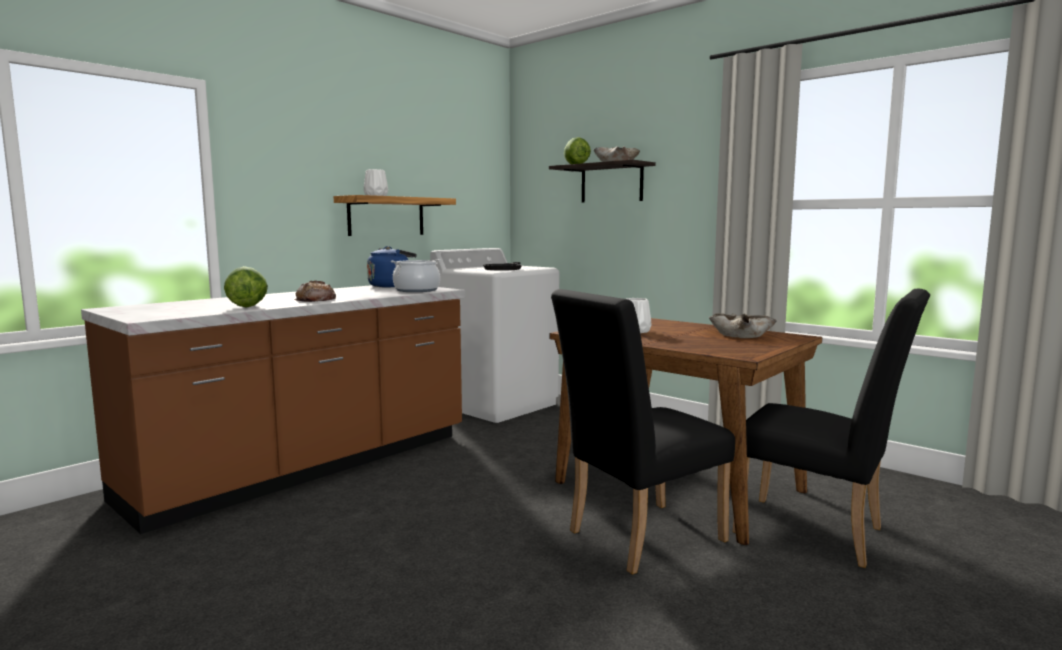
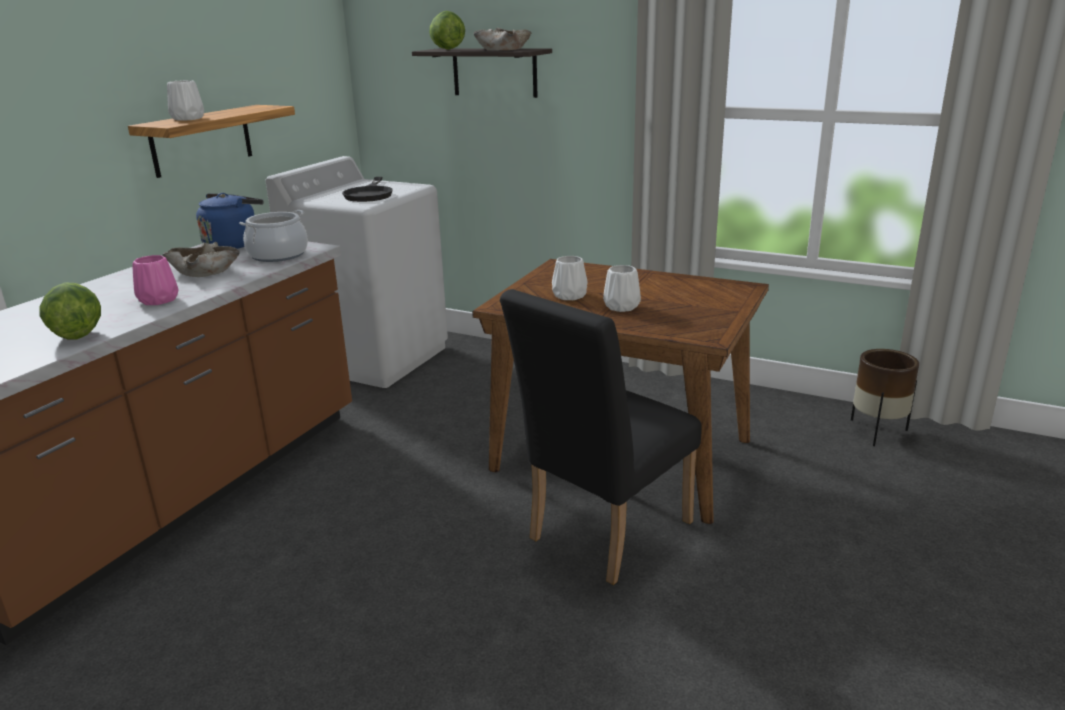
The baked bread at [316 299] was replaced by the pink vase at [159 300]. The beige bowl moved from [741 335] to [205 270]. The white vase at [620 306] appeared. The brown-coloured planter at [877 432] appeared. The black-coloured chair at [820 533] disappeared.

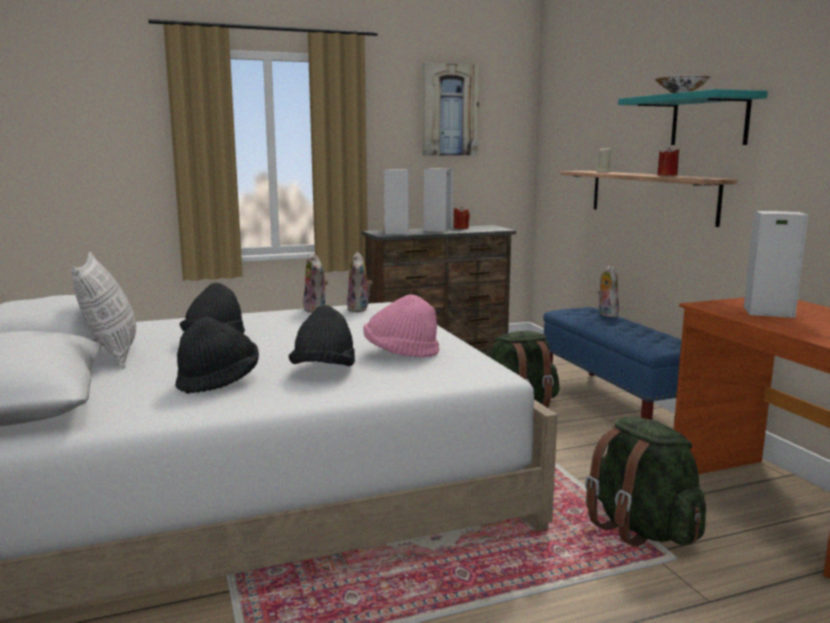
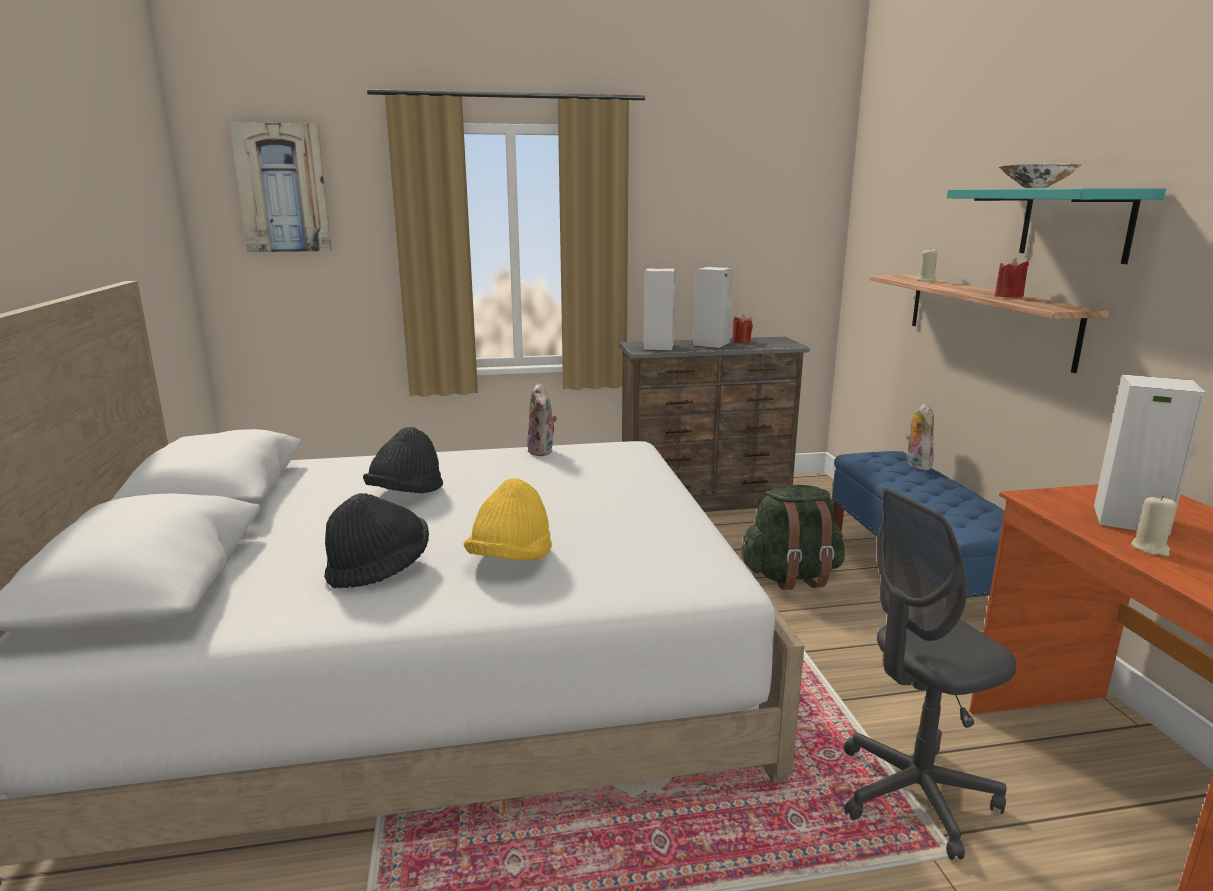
The picture moved from [449 110] to [283 188]. The black-coloured clothing hat at [324 371] became the yellow clothing hat at [511 560]. The greenish knapsack at [641 529] was replaced by the gray desk chair at [915 795]. The beige wax candle at [1150 548] appeared. The throw pillow at [112 354] disappeared. The cuddly toy at [359 309] disappeared. The pink clothing hat at [400 353] disappeared.

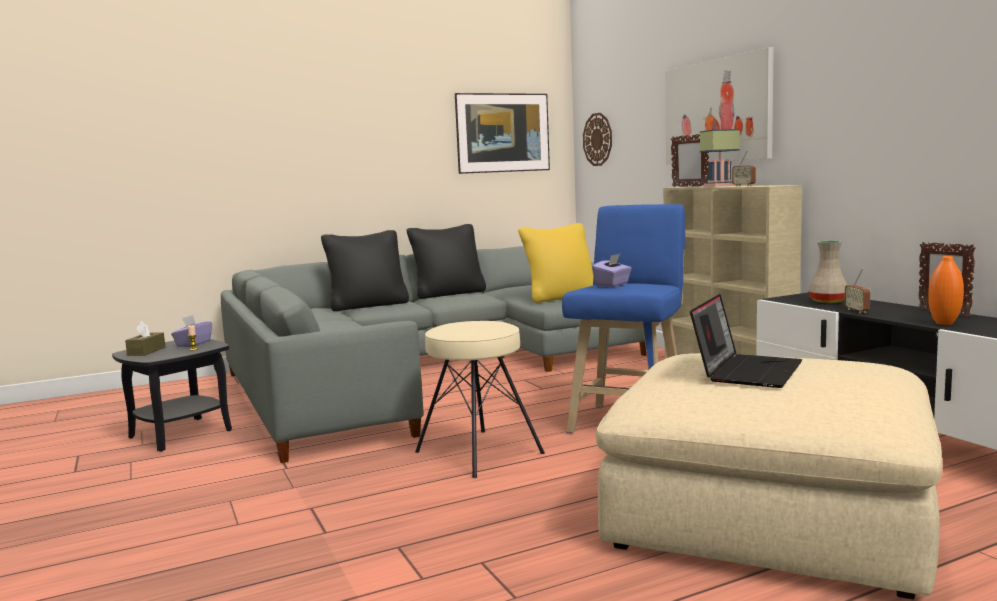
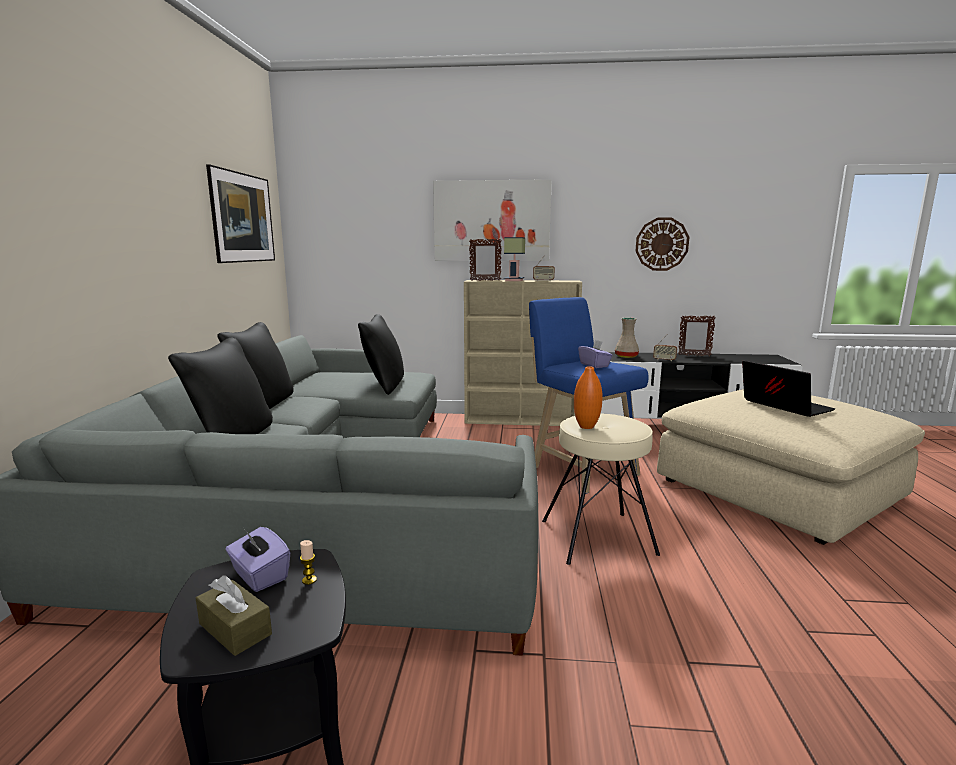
The yellow throw pillow at [560 297] became the black-coloured throw pillow at [384 385]. The orangey vase moved from [944 323] to [586 427]. The clock on the wall moved from [598 139] to [661 244].

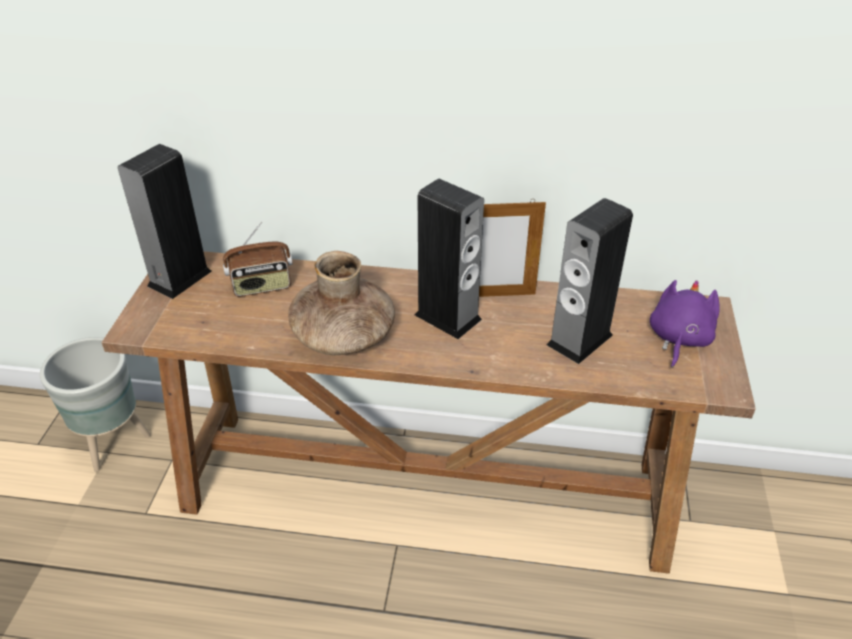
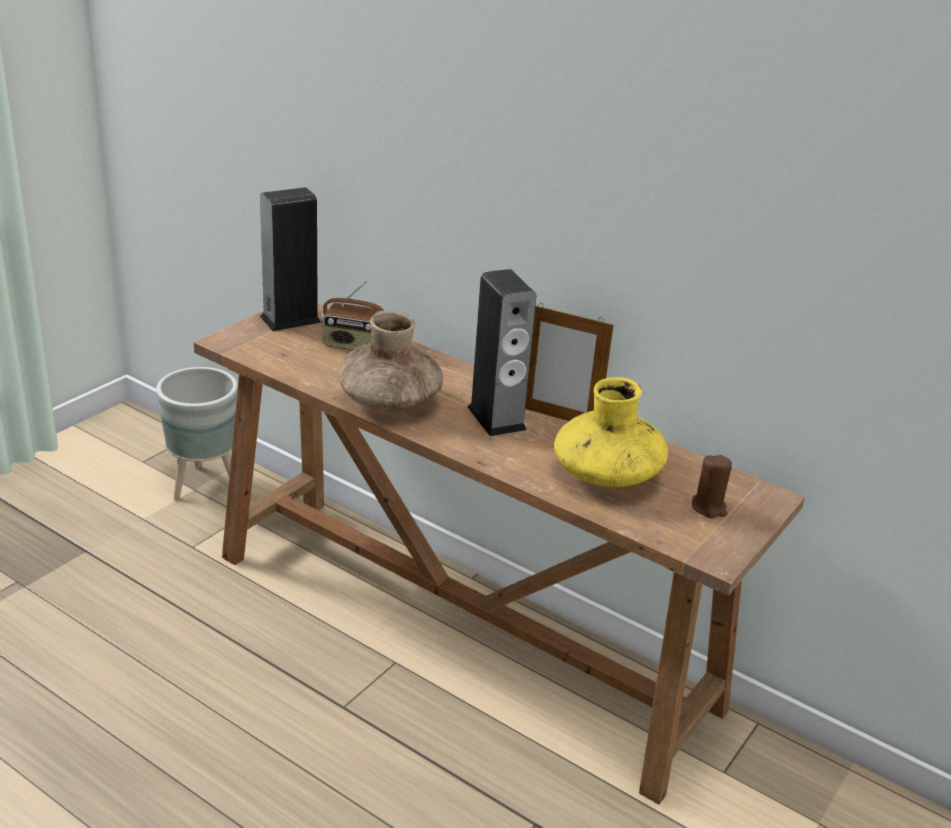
The loudspeaker at [579 340] was replaced by the yellow vase at [606 475]. The purple-coloured cuddly toy at [678 339] was replaced by the brown-coloured wax candle at [709 507].

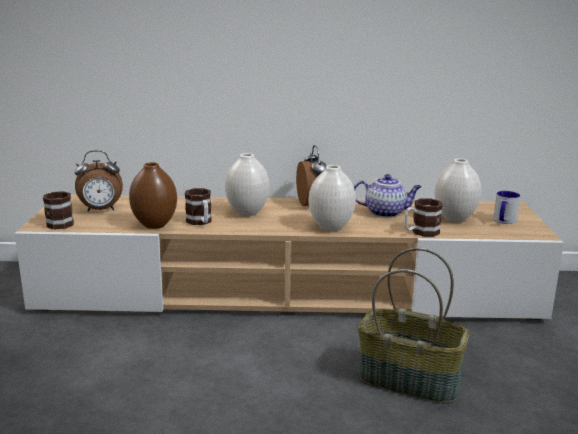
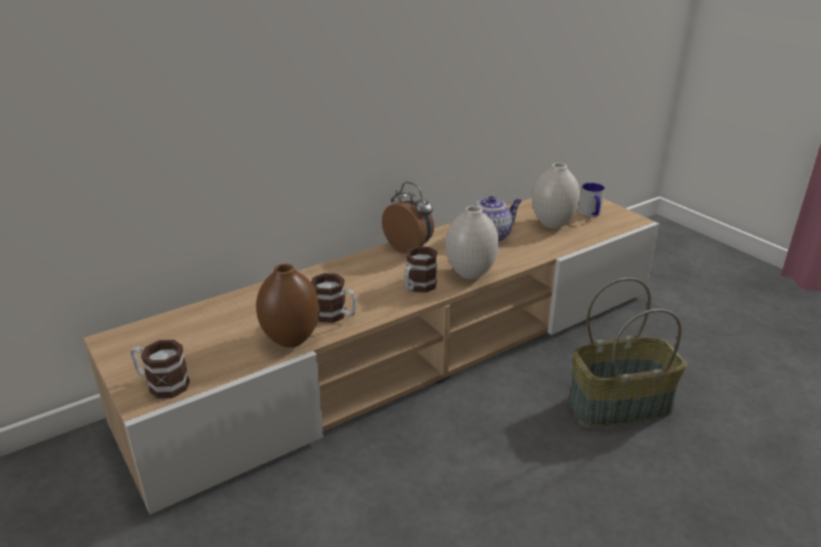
The tea mug moved from [420 232] to [417 287]. The bedside clock at [100 210] disappeared. The white vase at [247 212] disappeared.

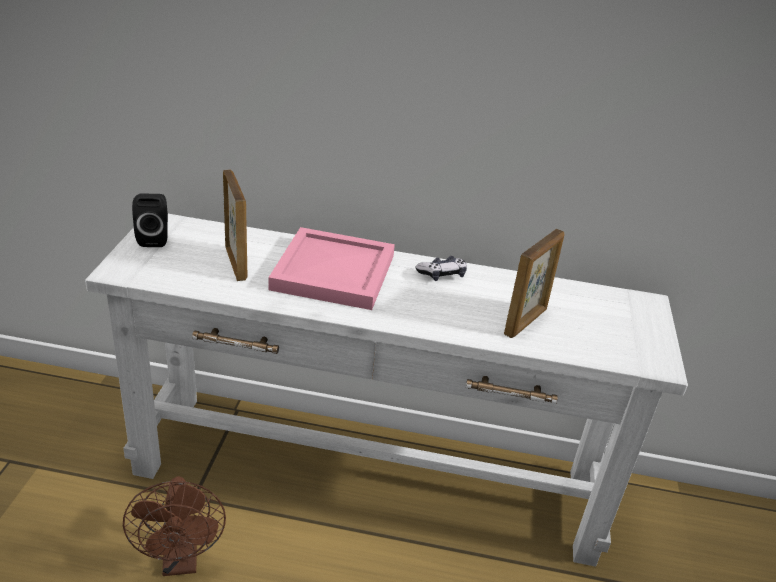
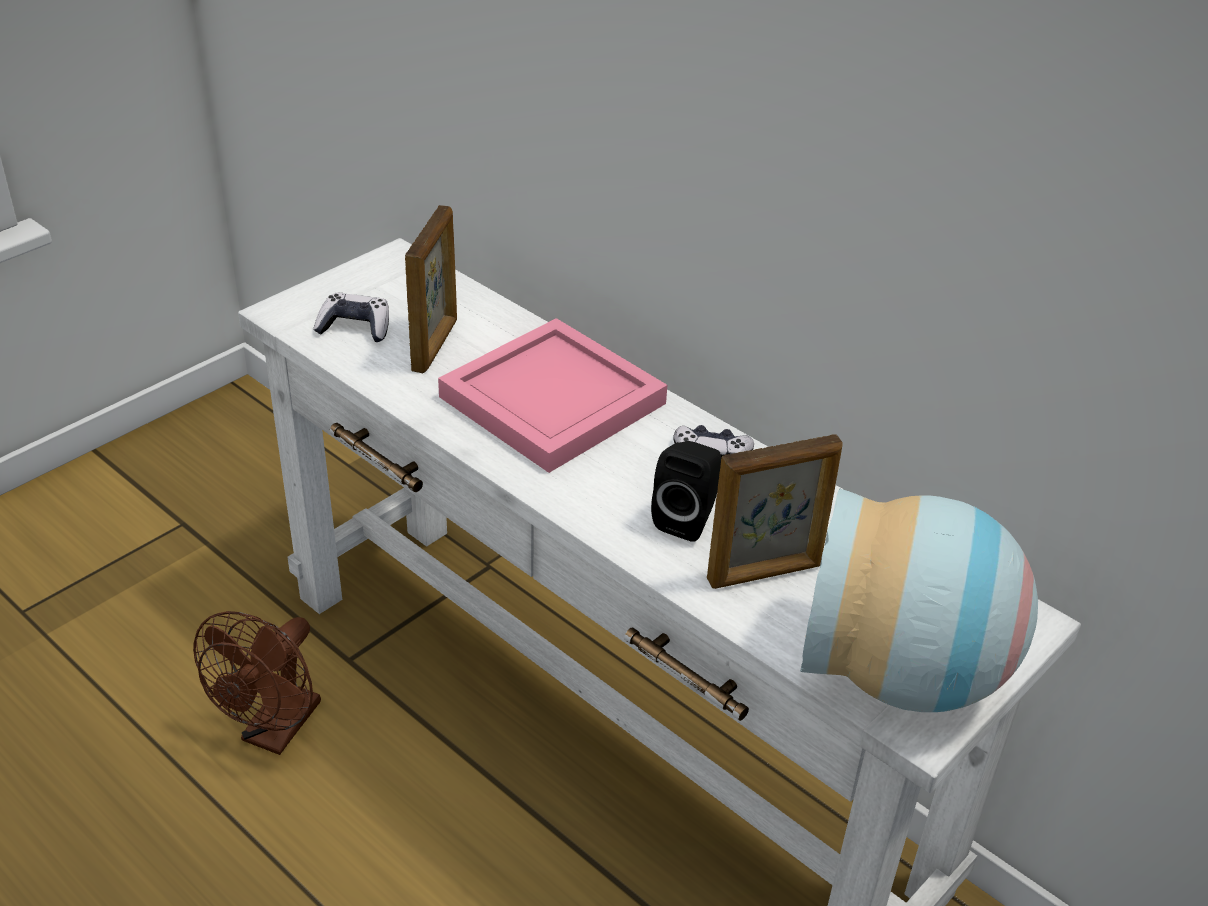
The gamepad at [355 327] appeared. The black-coloured loudspeaker moved from [154 238] to [687 519]. The vase at [903 674] appeared.

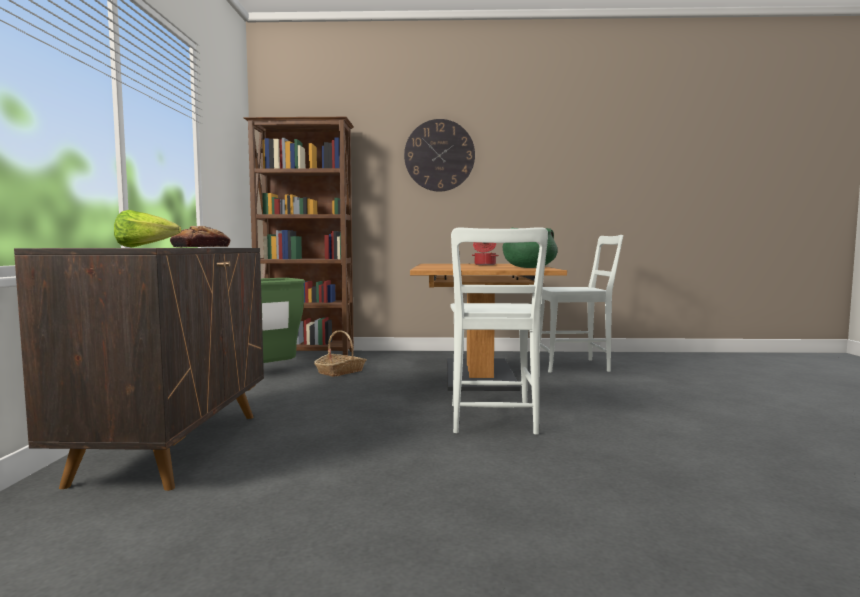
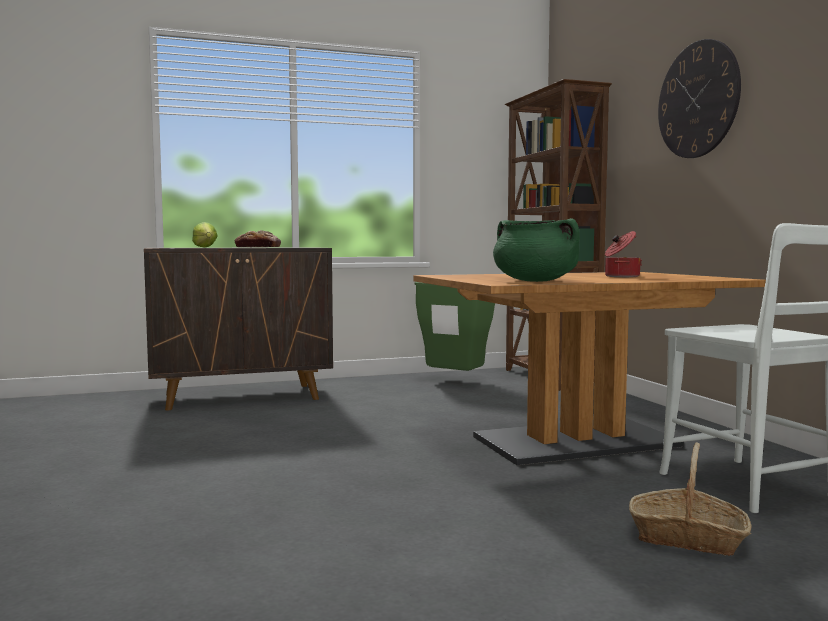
The storage basket moved from [341 371] to [687 537]. The white chair at [492 421] disappeared.

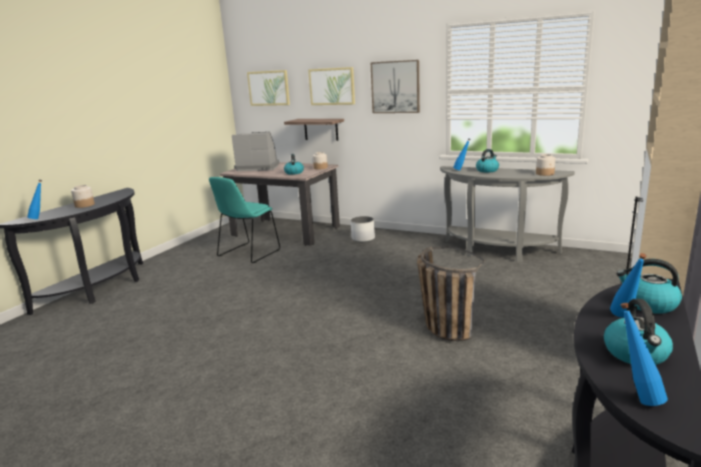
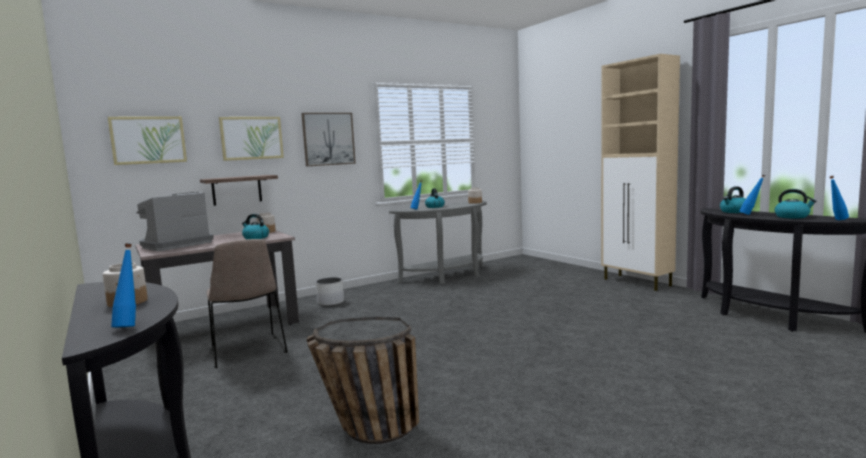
The turquoise-coloured chair at [247 254] became the beige chair at [248 352]. The storage basket moved from [441 326] to [363 431].

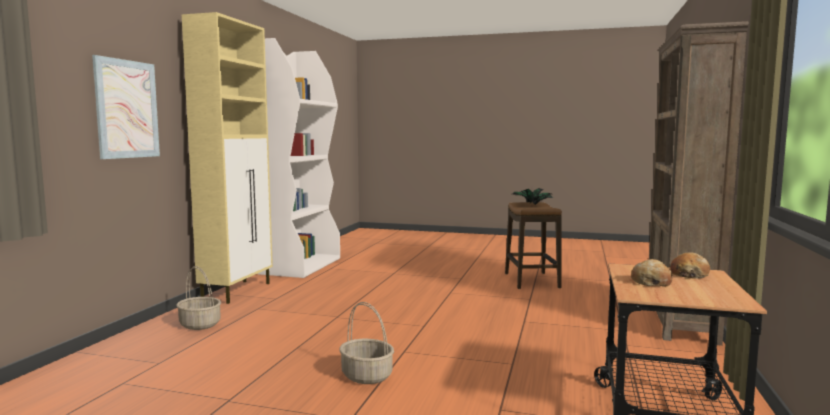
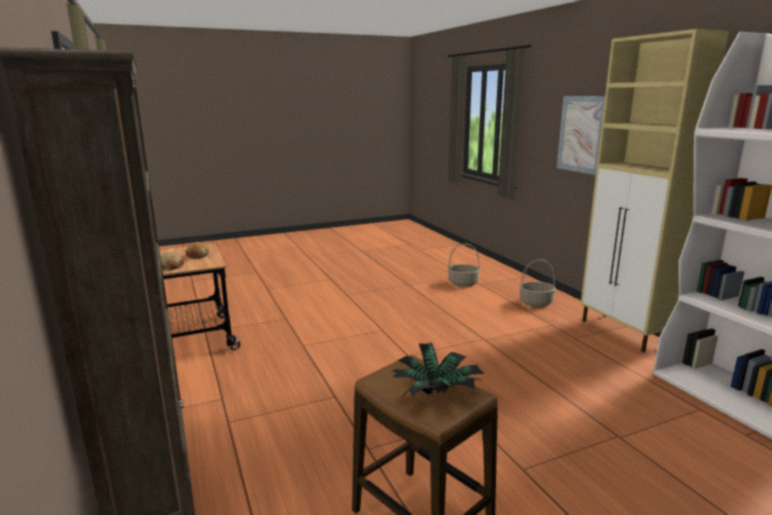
The storage basket moved from [367 376] to [463 283].

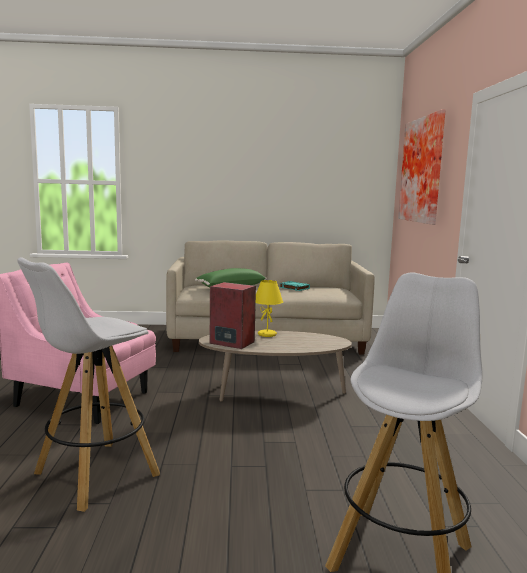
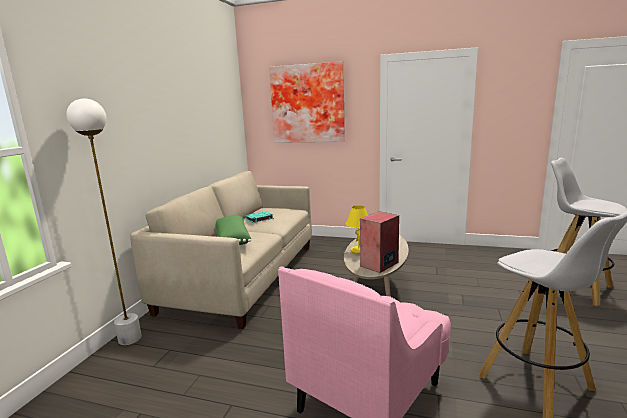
The white standing lamp at [130 338] appeared.

